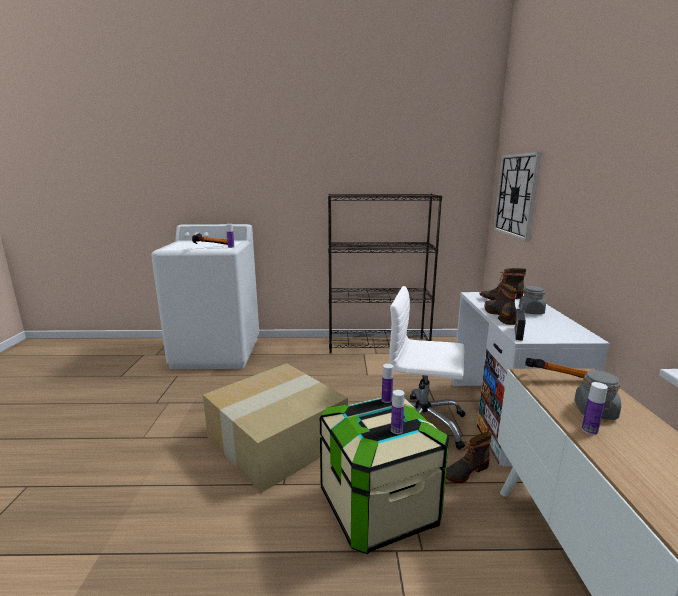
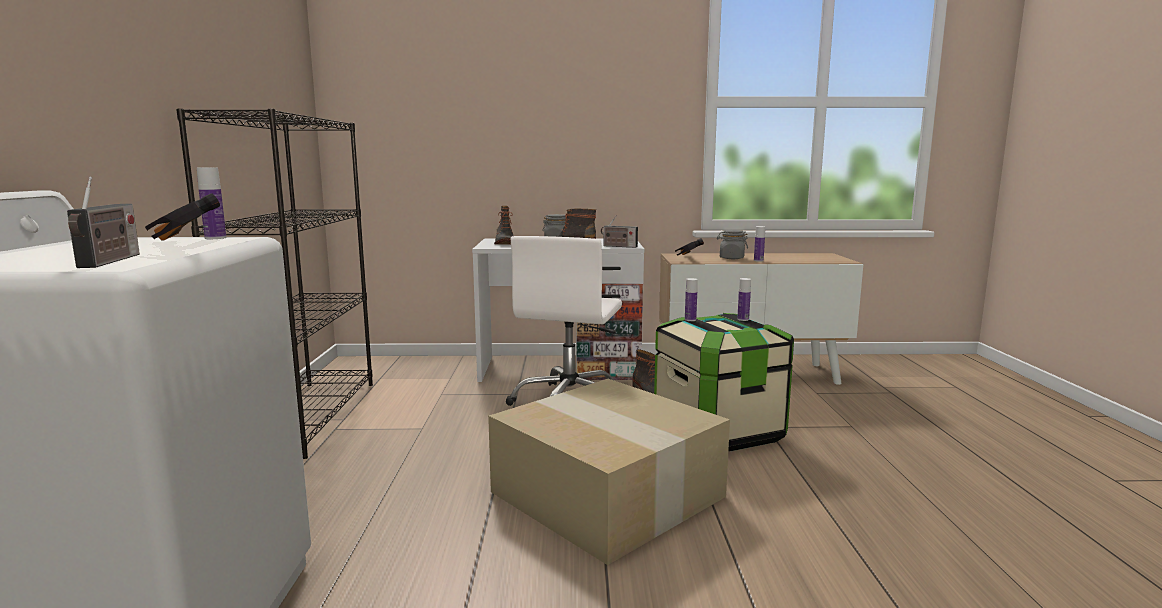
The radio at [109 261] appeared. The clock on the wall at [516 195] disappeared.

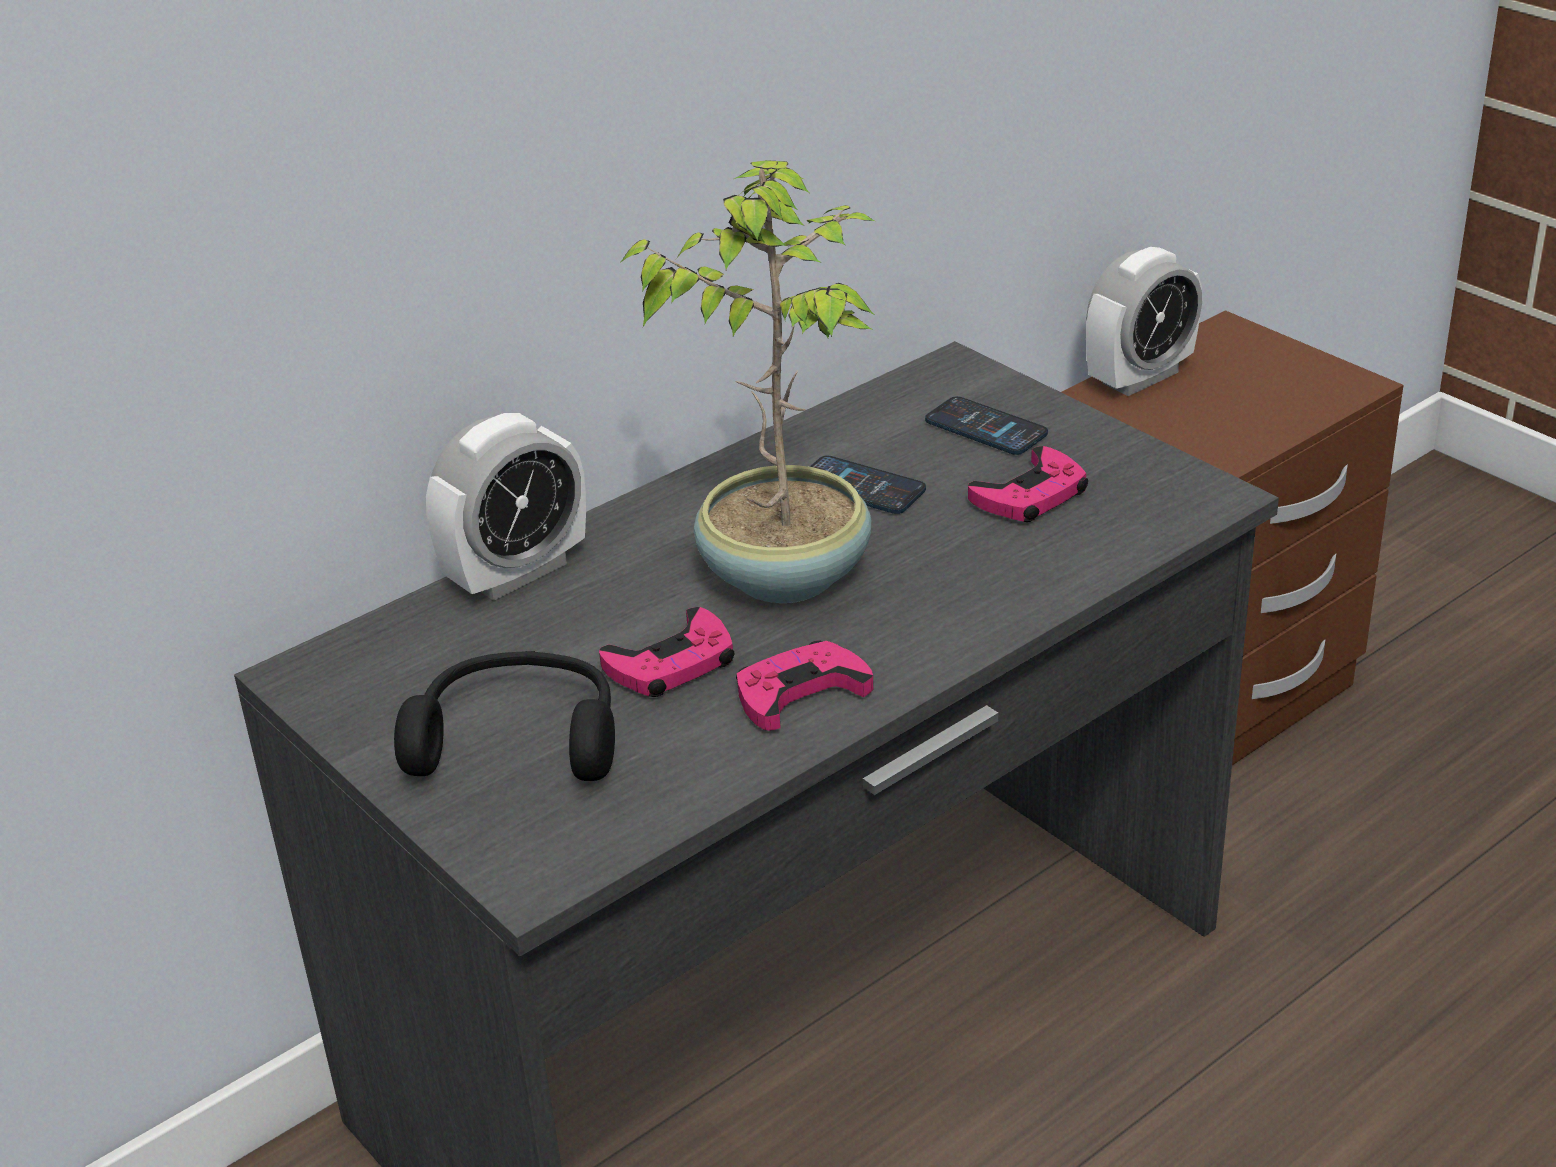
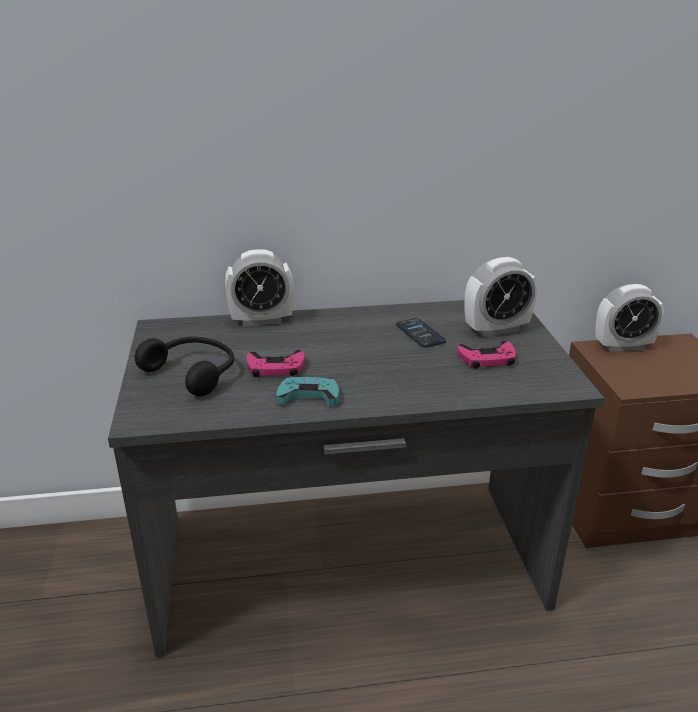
The pink gamepad at [800 692] became the turquoise-coloured gamepad at [308 396]. The handset at [986 428] was replaced by the bedside clock at [496 329]. The plant in a pot at [785 572] disappeared.

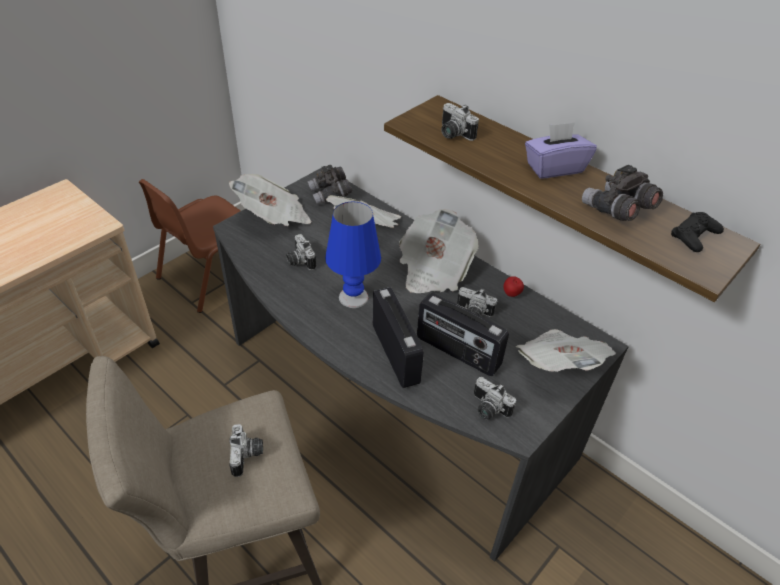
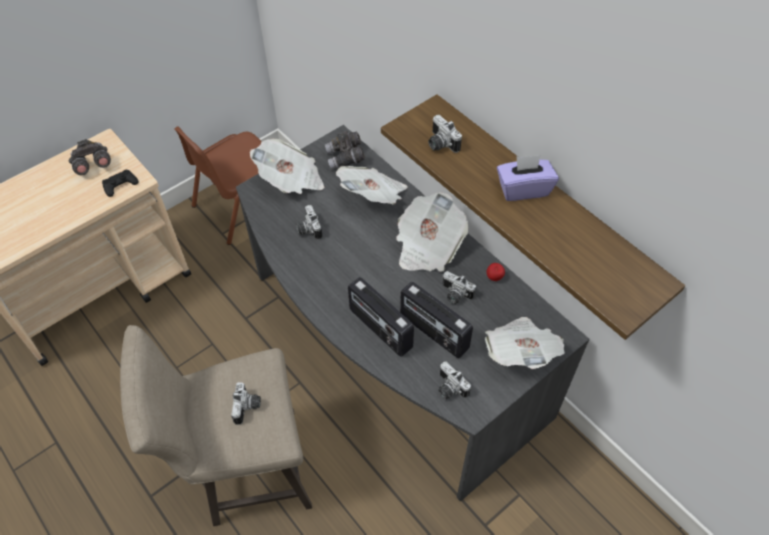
The gray binoculars moved from [617 211] to [92 165]. The black-coloured gamepad moved from [695 236] to [120 185]. The radio at [396 353] turned 150 degrees clockwise. The blue-coloured lamp for a table at [354 297] disappeared.

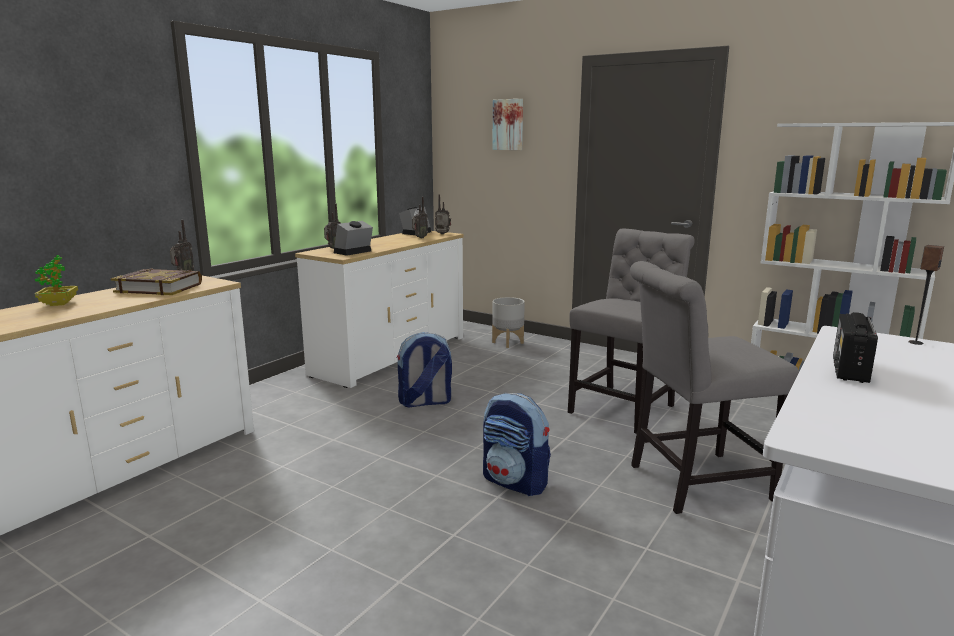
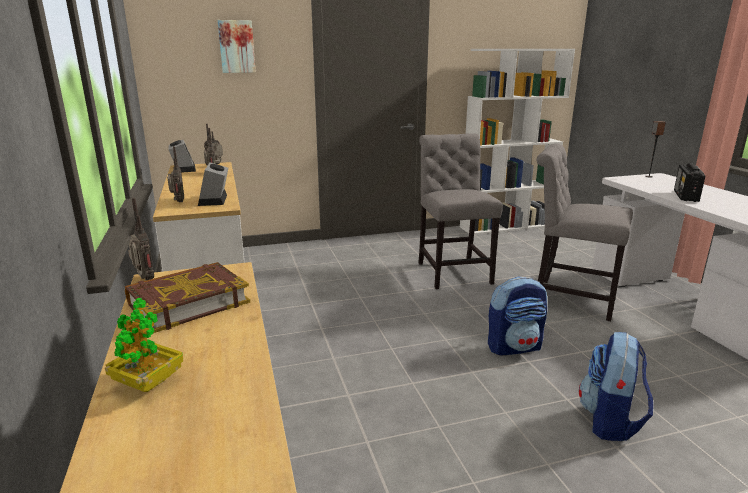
The gray chair at [692 483] turned 90 degrees clockwise. The knapsack moved from [425 402] to [610 421]. The radio at [850 370] turned 45 degrees clockwise. The gray planter at [508 342] disappeared.

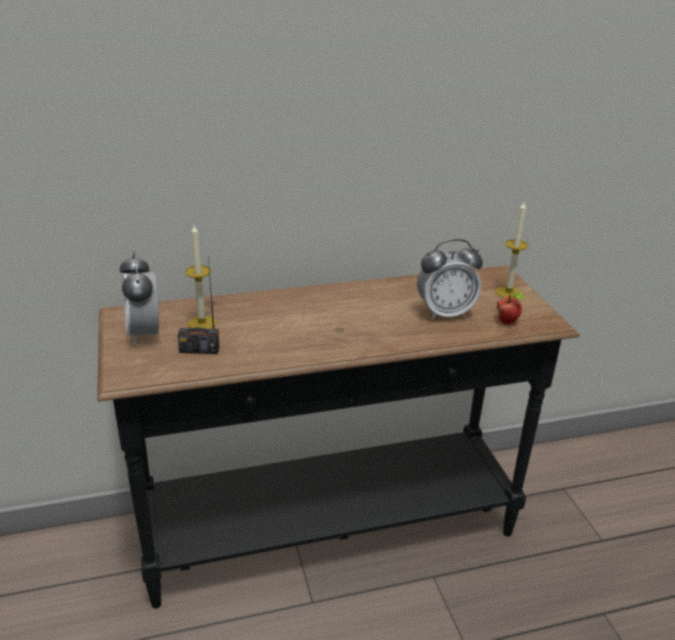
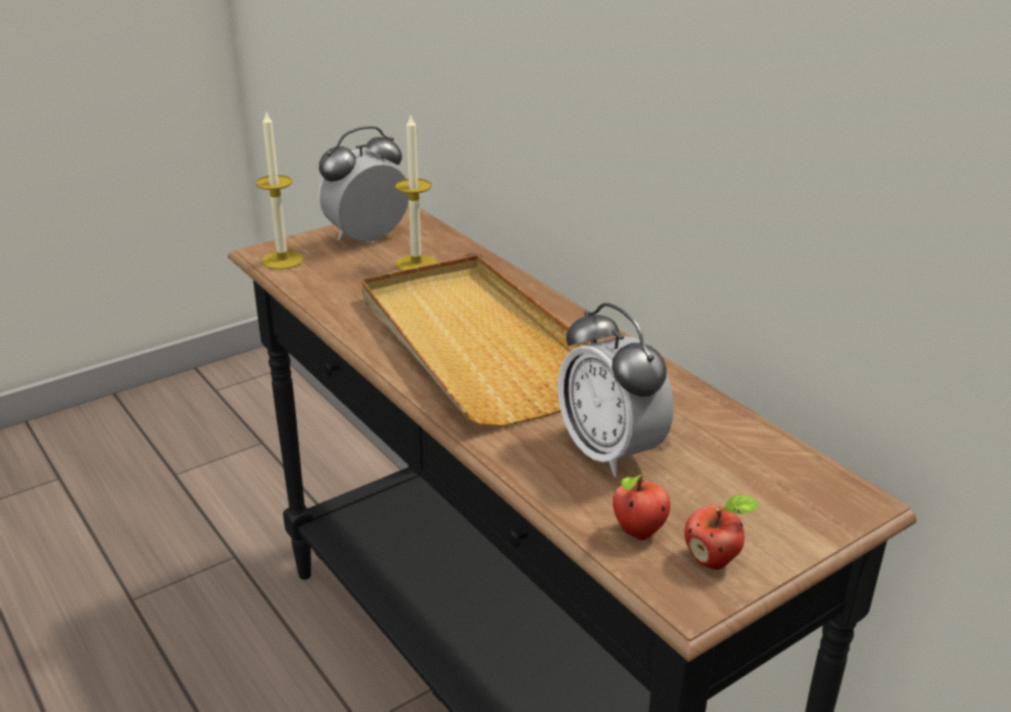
The wax candle moved from [508 292] to [282 260]. The beige tray at [476 344] appeared. The whole apple at [714 560] appeared. The radio at [199 349] disappeared.

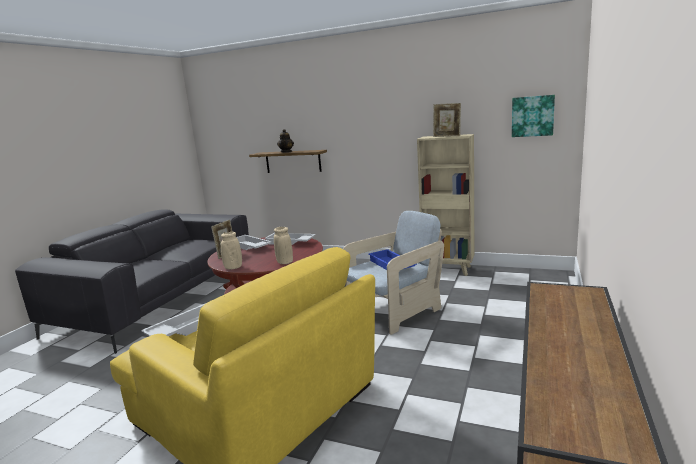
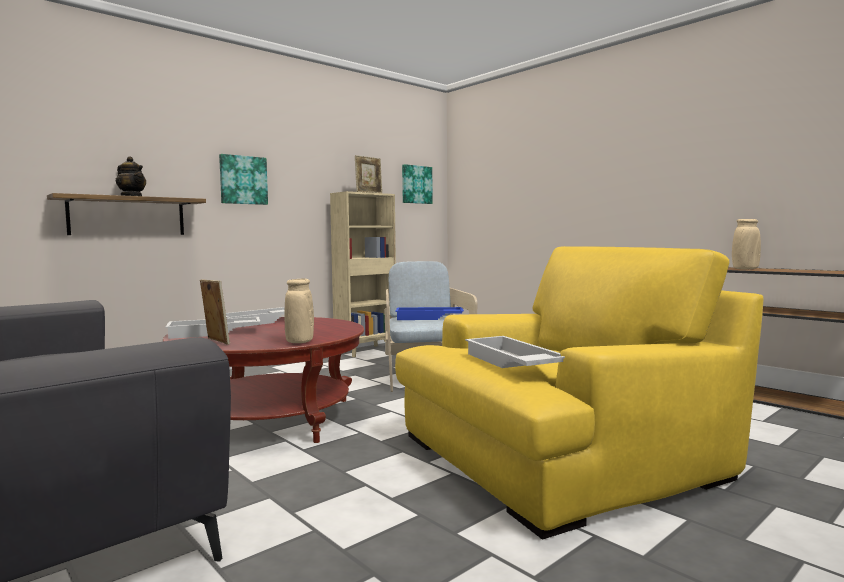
The picture at [243 180] appeared. The beige vase moved from [285 262] to [745 269].

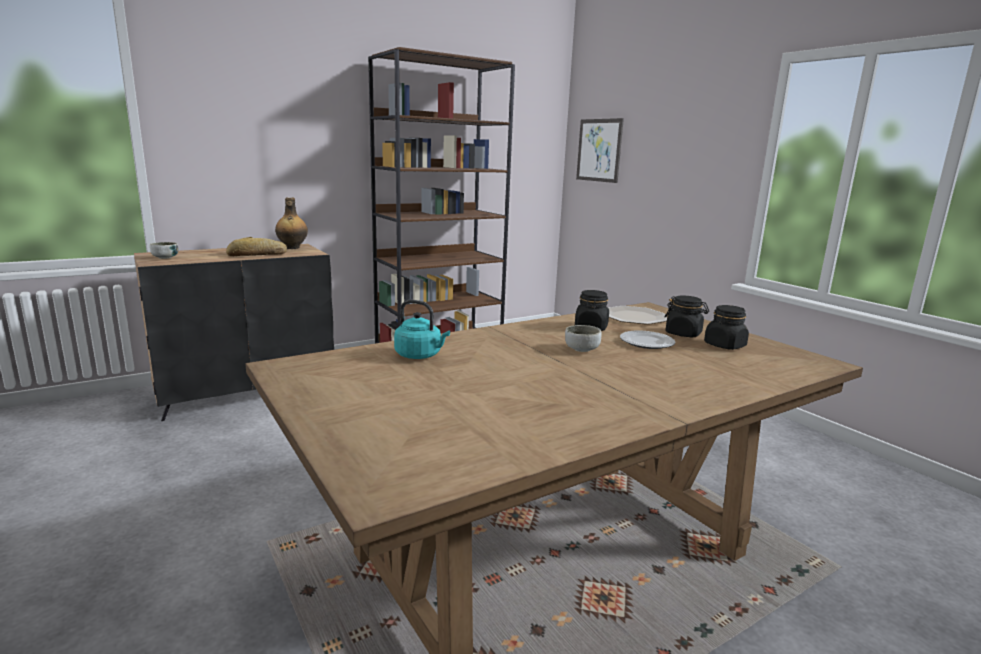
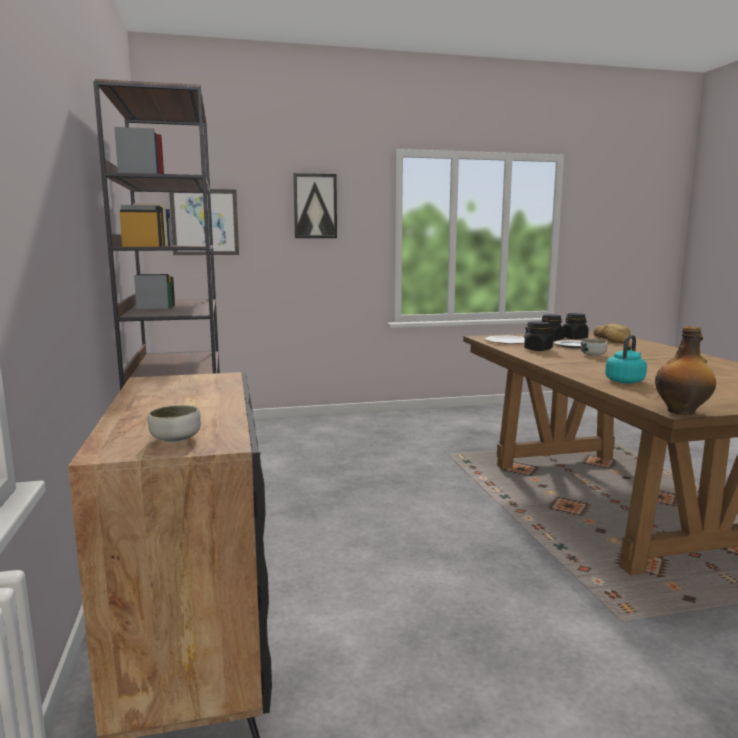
The picture at [315 206] appeared. The baked bread moved from [257 254] to [611 339]. The bottle moved from [292 248] to [682 411].

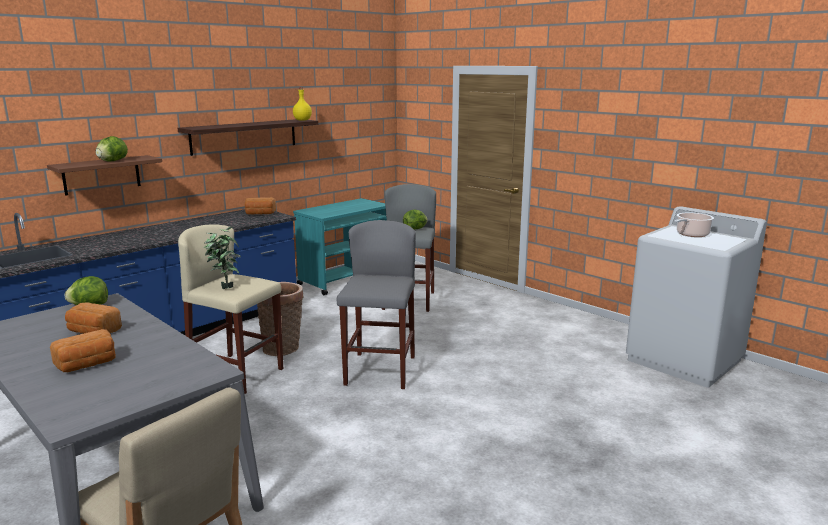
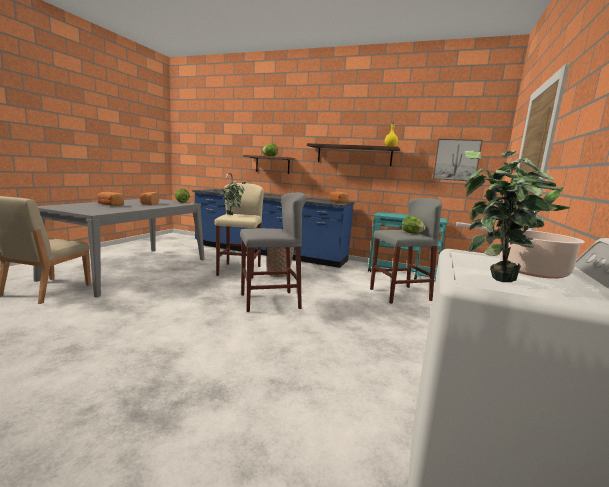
The picture at [456 160] appeared. The plant in a pot at [494 282] appeared.

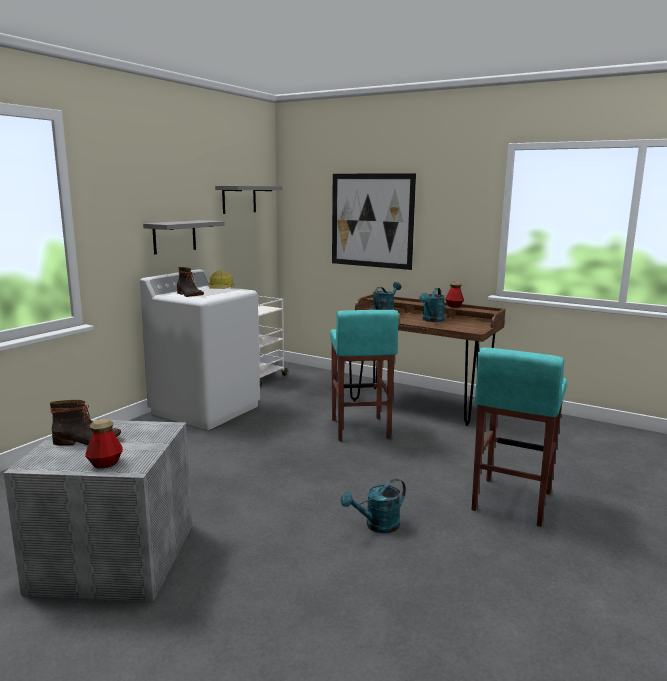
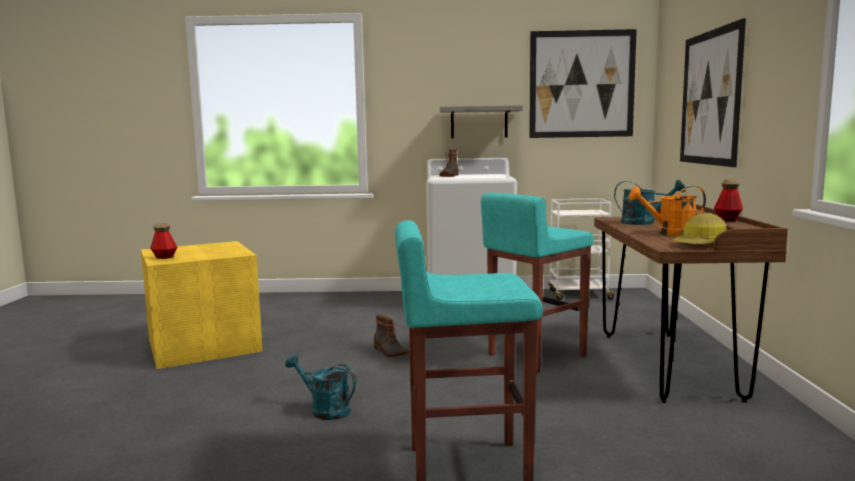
The gray storage box at [113 556] became the yellow storage box at [205 344]. The high-top boot moved from [87 441] to [390 352]. The gray bracket shelf at [239 199] was replaced by the picture at [581 84]. The turquoise-coloured watering can at [431 320] became the orangey watering can at [670 233]. The safety helmet moved from [221 289] to [701 245].

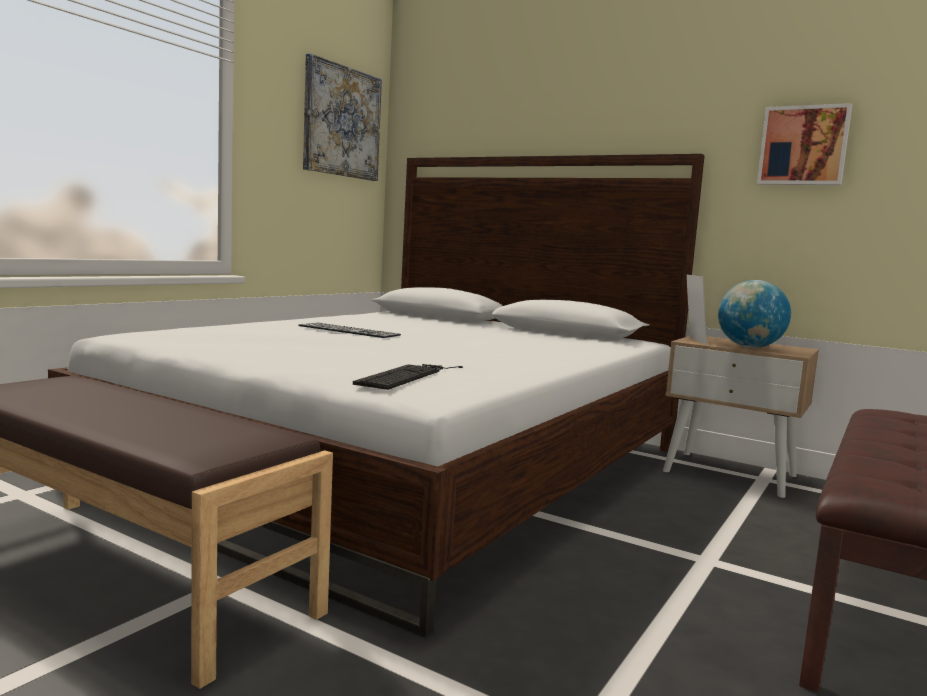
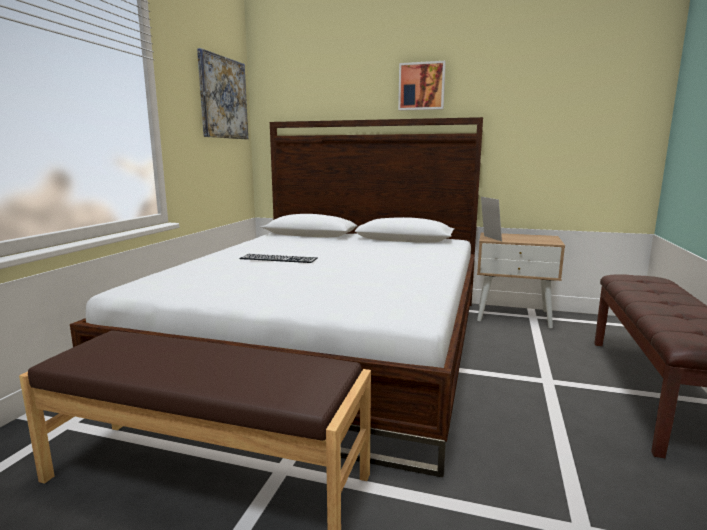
The picture moved from [803 146] to [421 86]. The PC keyboard at [407 376] disappeared. The world globe at [749 347] disappeared.

